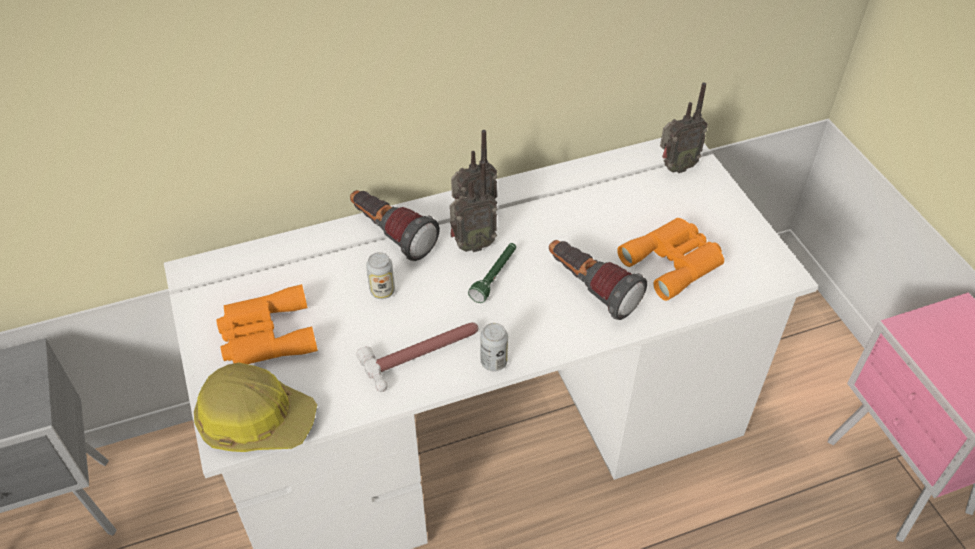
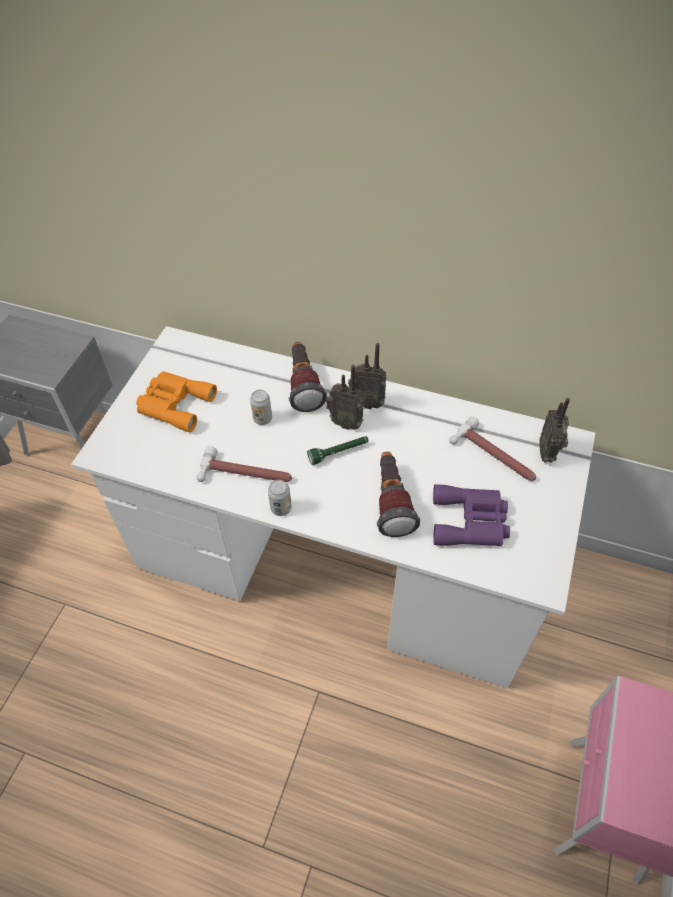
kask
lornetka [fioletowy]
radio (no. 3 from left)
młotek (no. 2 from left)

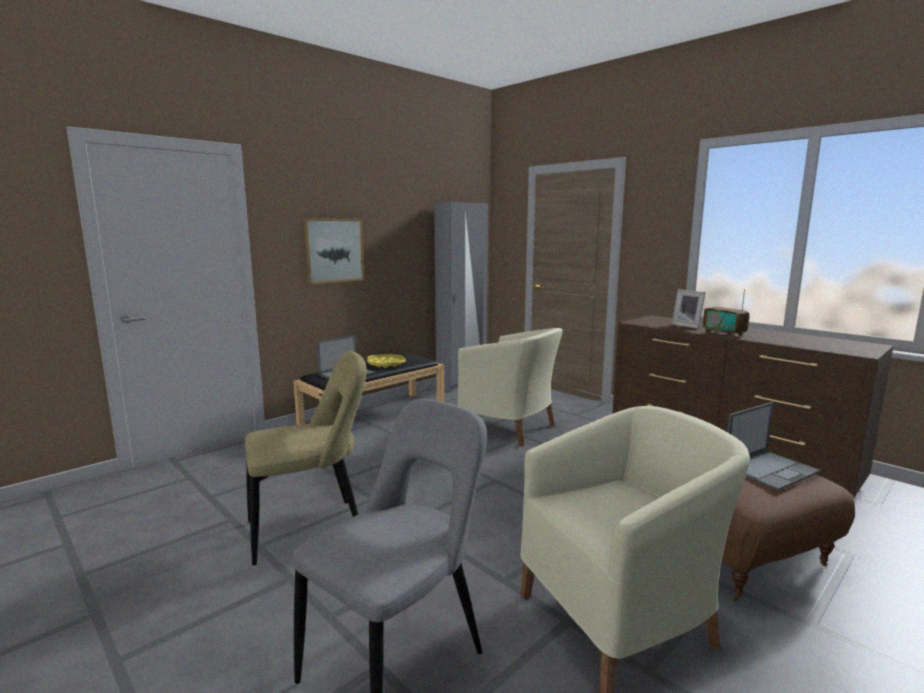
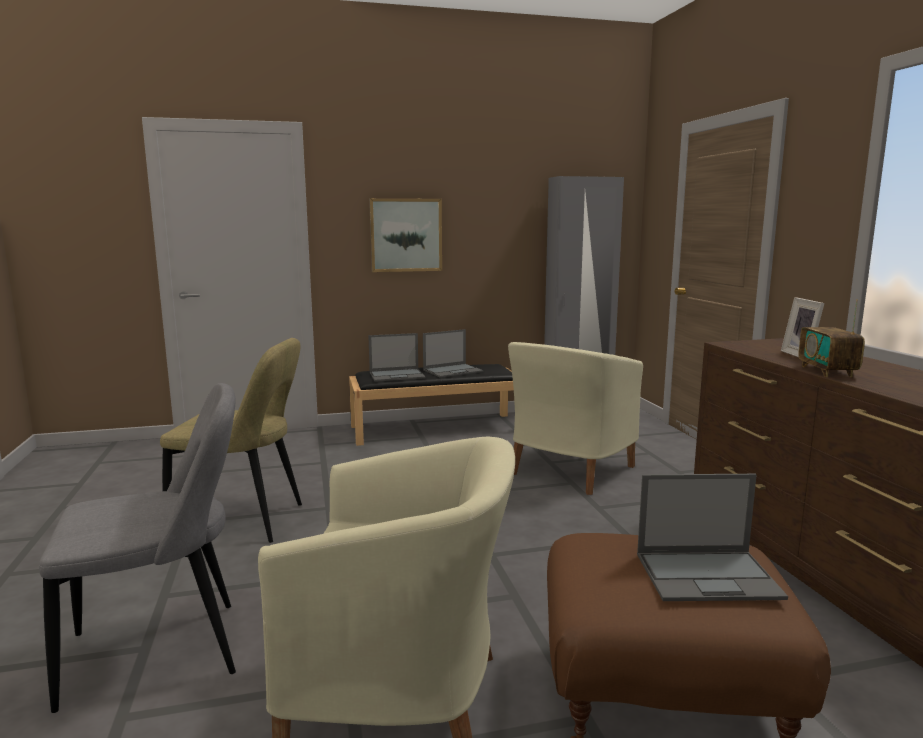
laptop (no. 2 from left)
fotel [beżowy] (no. 2 from left)

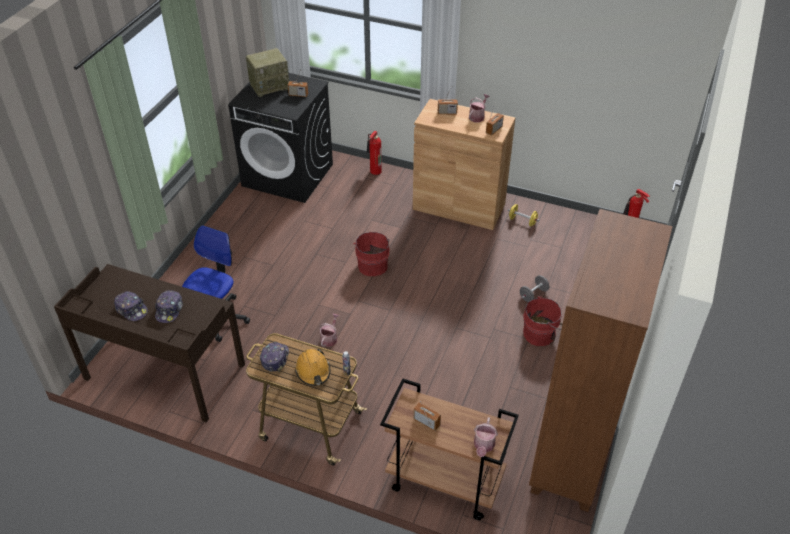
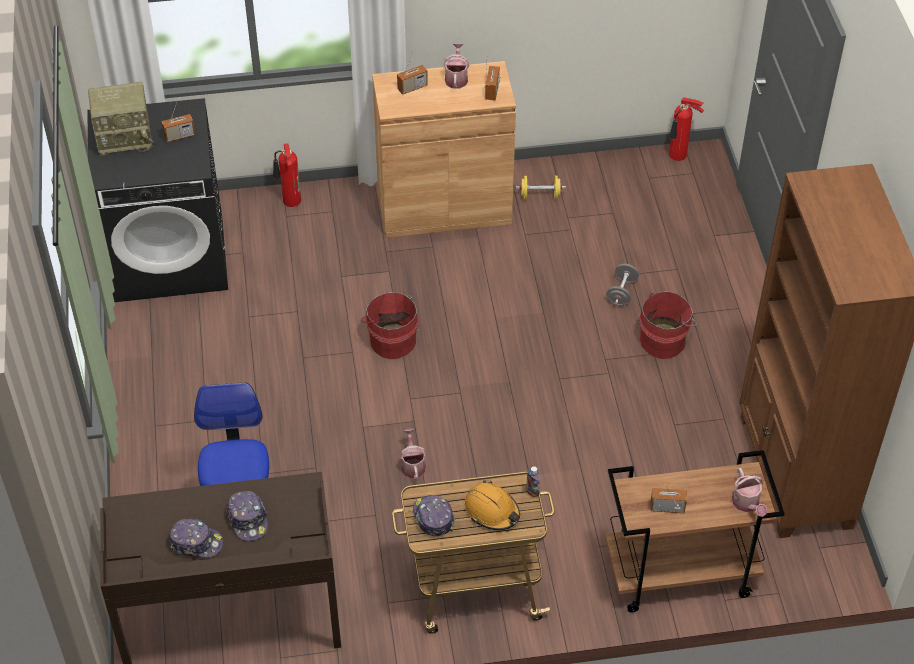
radio (no. 1 from left)

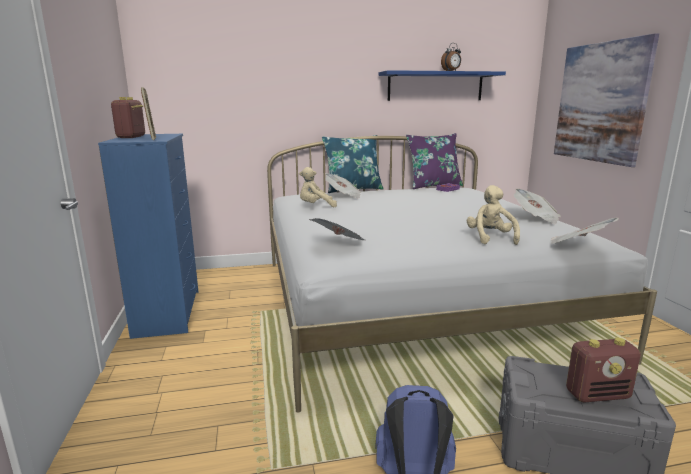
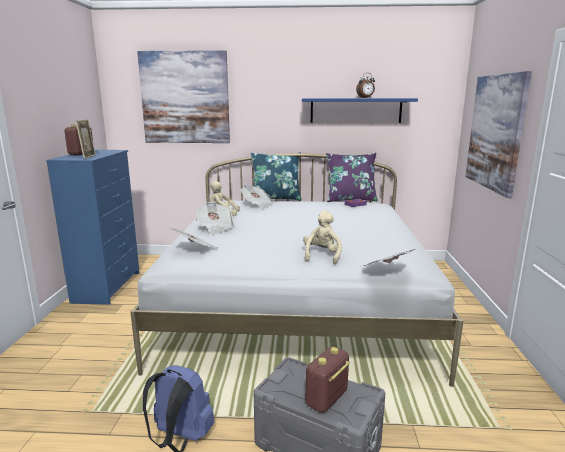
gazeta (no. 2 from left)
radio (no. 2 from left)
obraz (no. 1 from left)

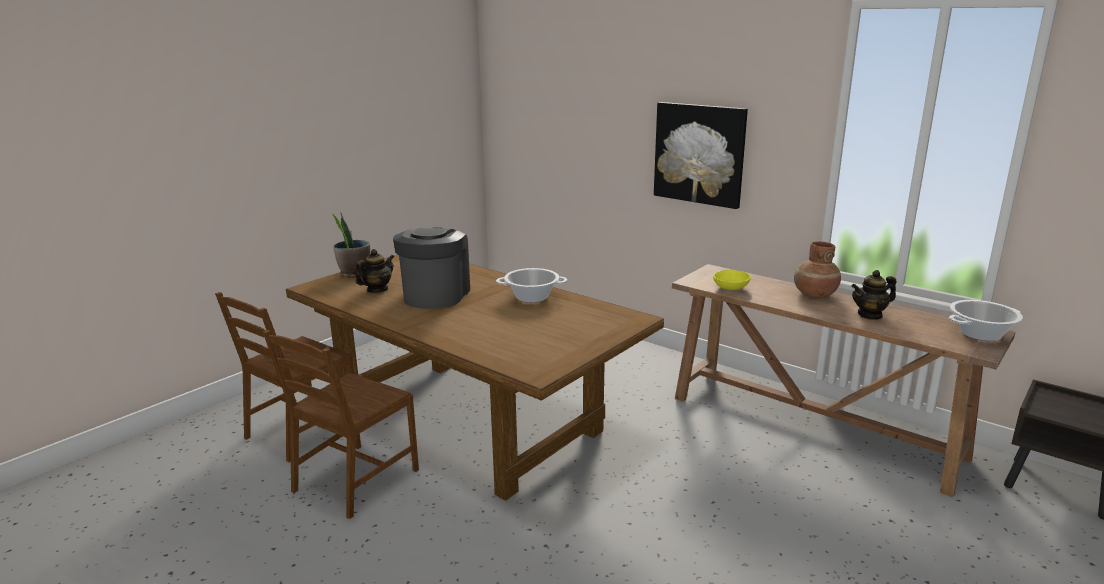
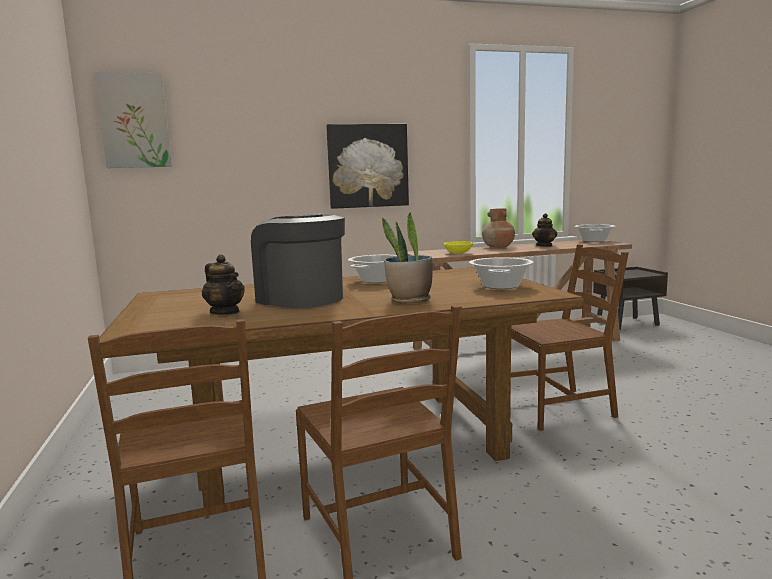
roślina doniczkowa
imbryk (no. 1 from left)
obraz (no. 1 from left)
garnek (no. 2 from left)
krzesło [brązowy] (no. 3 from left)

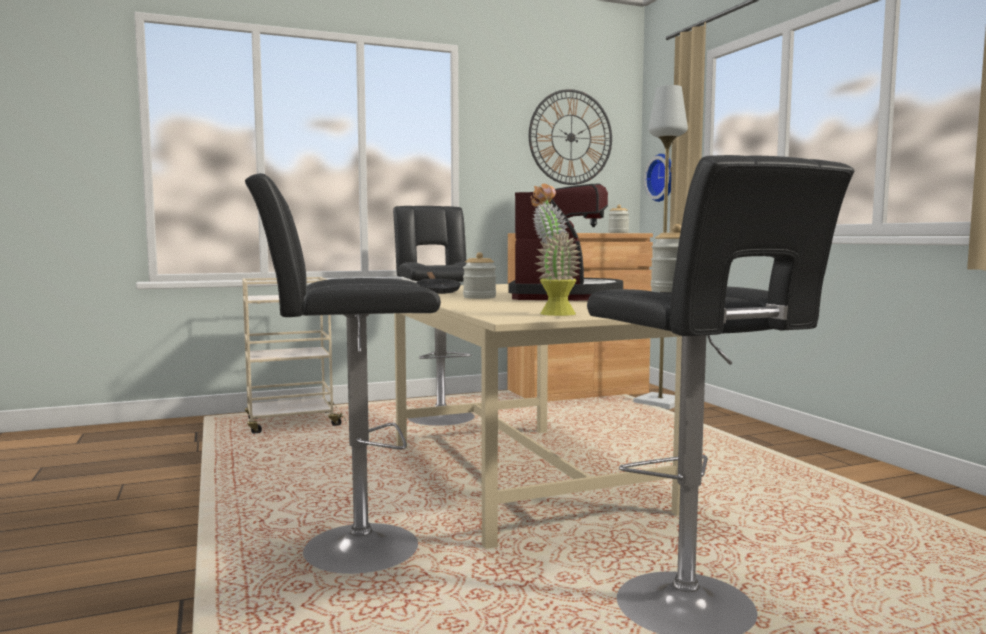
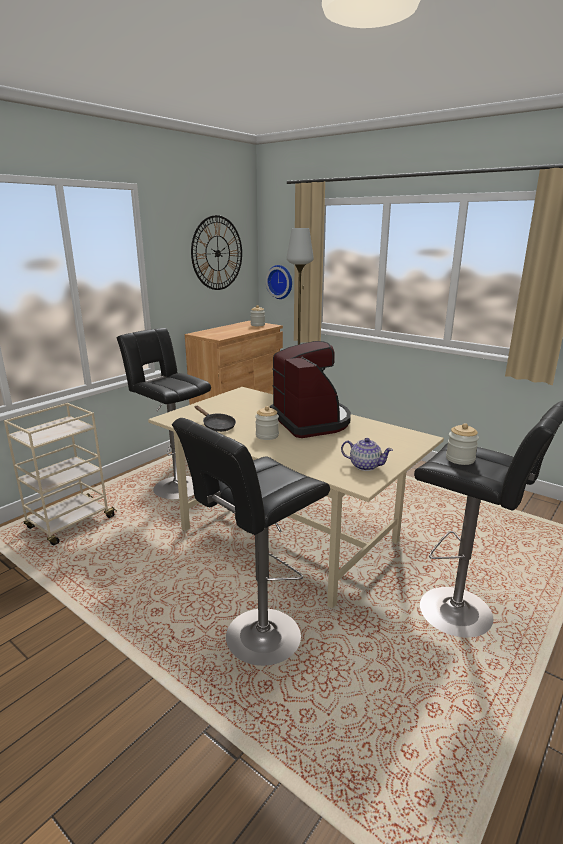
imbryk

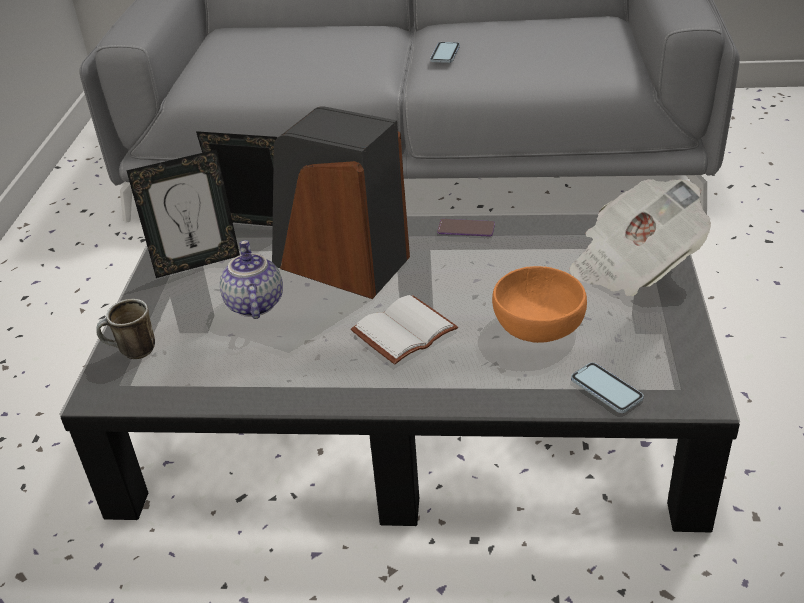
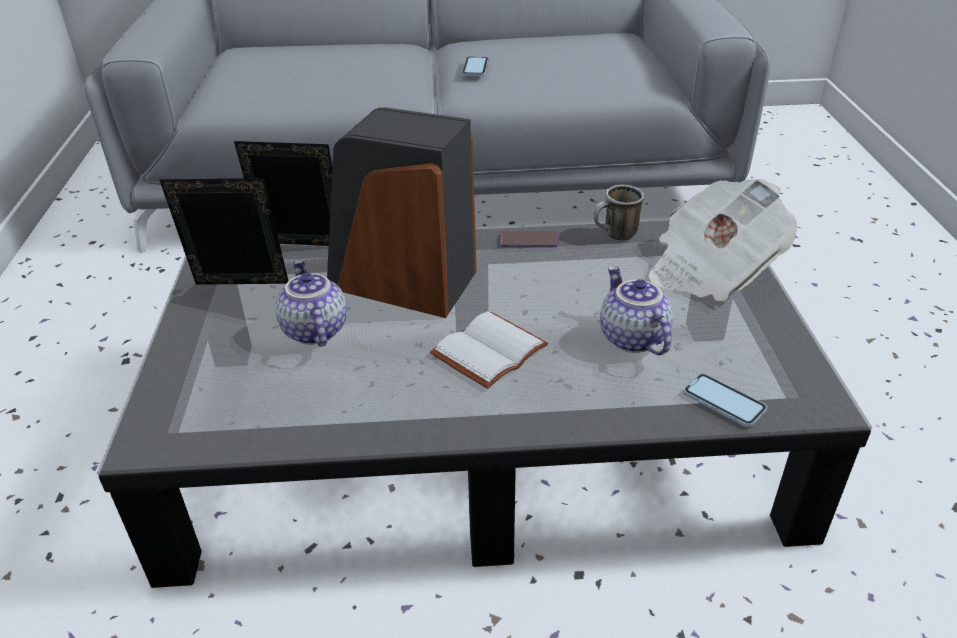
kubek
ramka na zdjęcie (no. 1 from left)
imbryk (no. 2 from left)

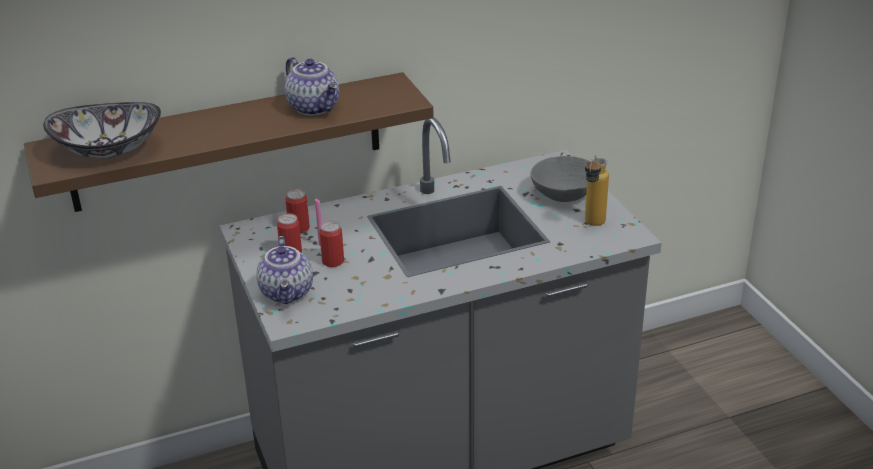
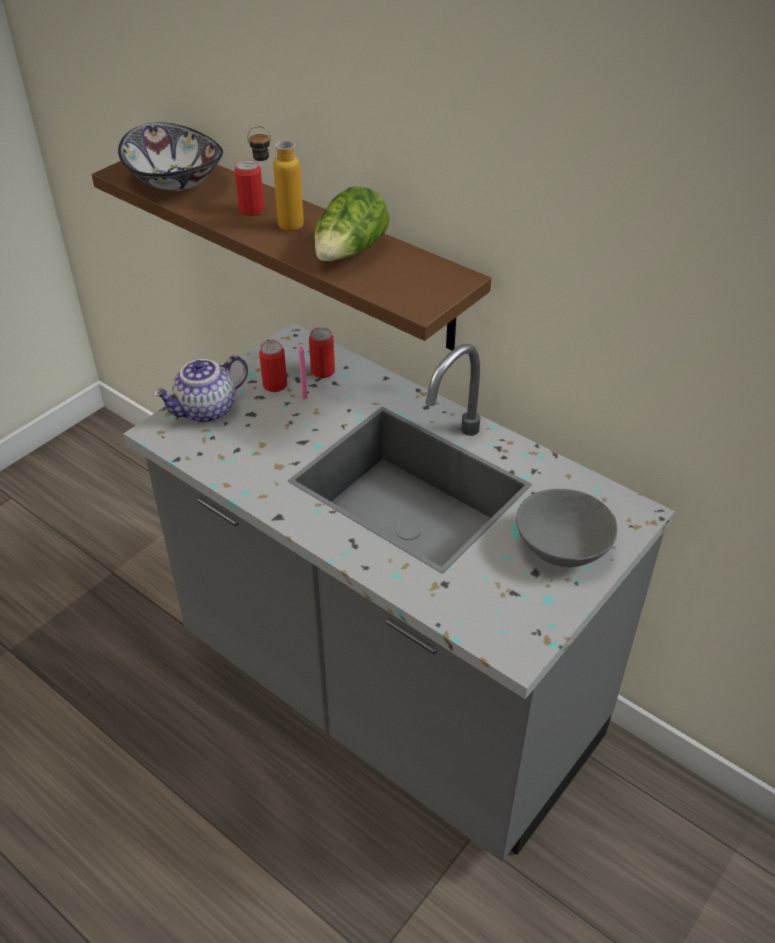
sałata
puszka (no. 1 from left)
butelka

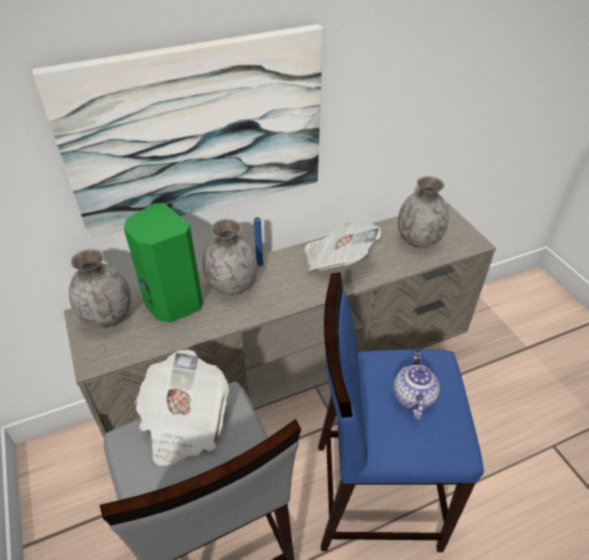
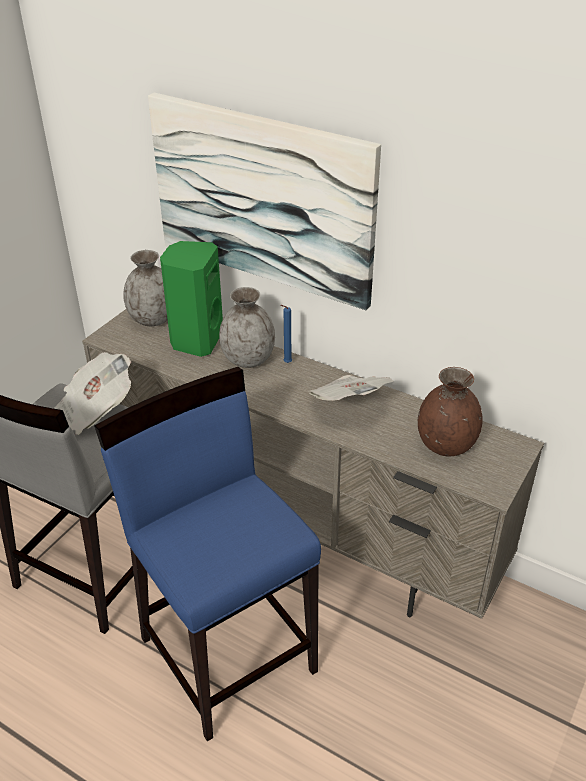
imbryk
wazon [brązowy]

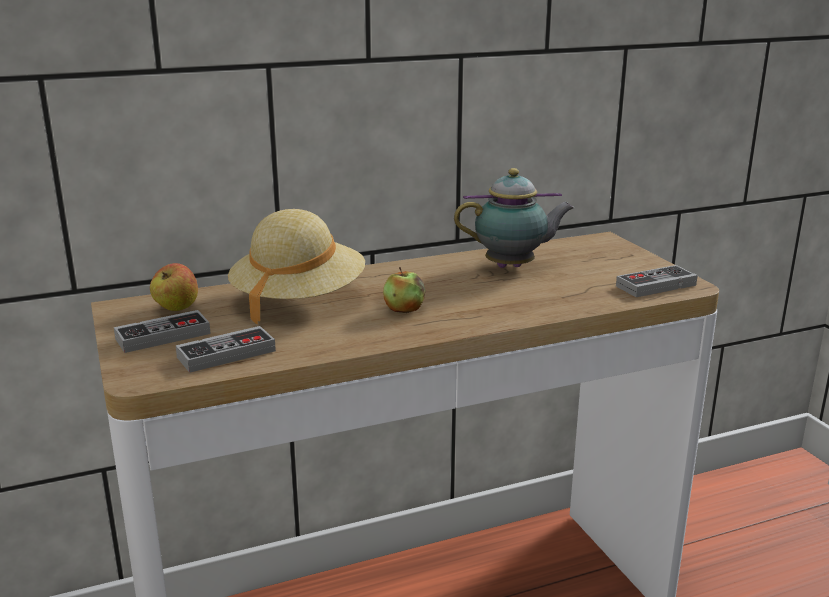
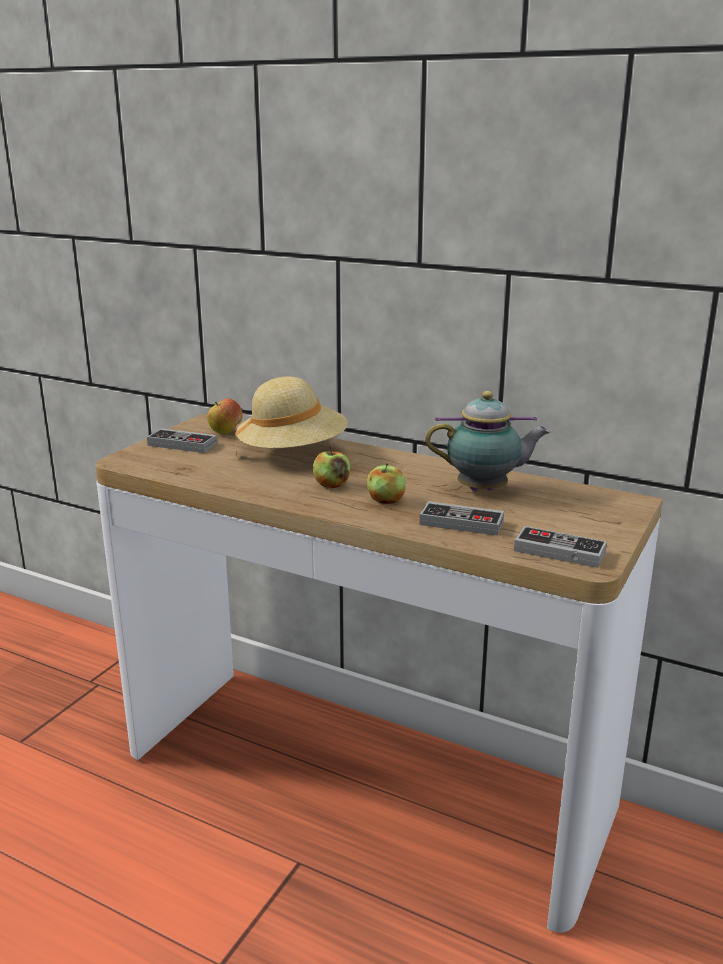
pad do gier (no. 2 from left)
imbryk
jabłko (no. 3 from left)

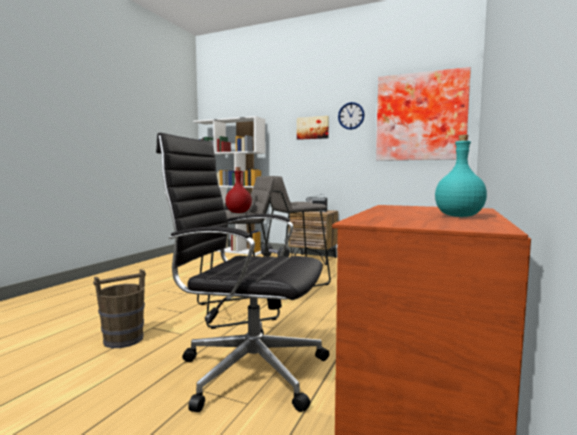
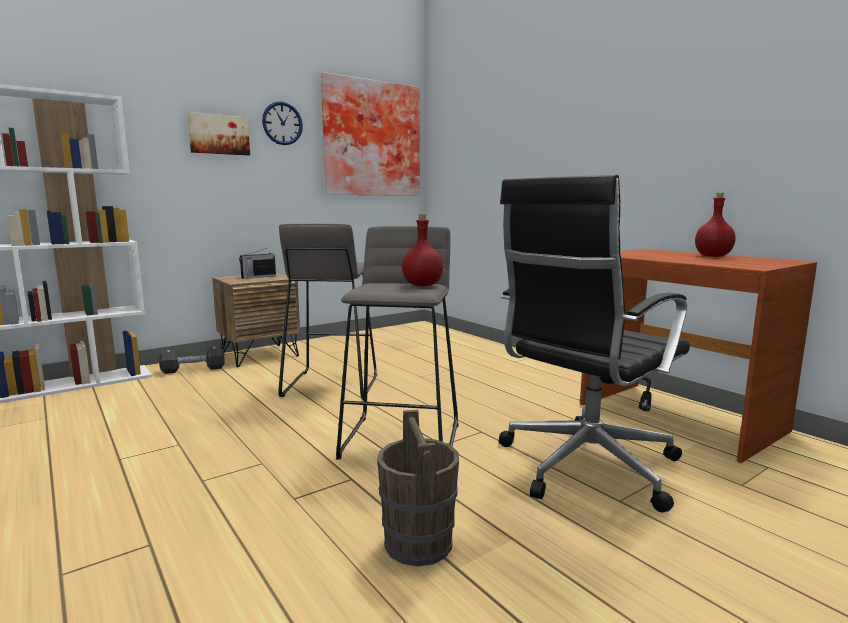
butelka [czerwony] (no. 2 from left)

